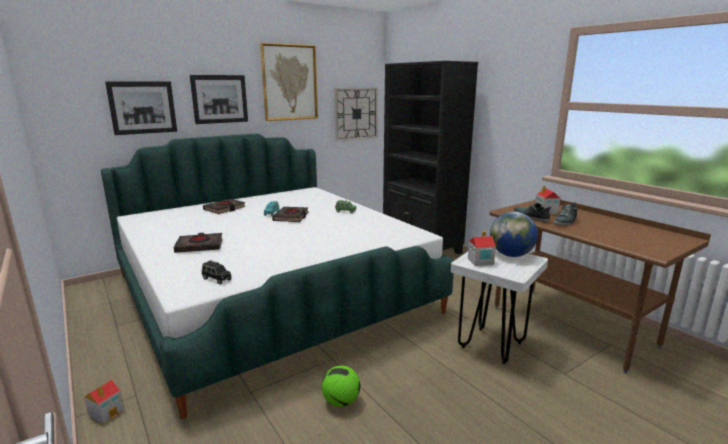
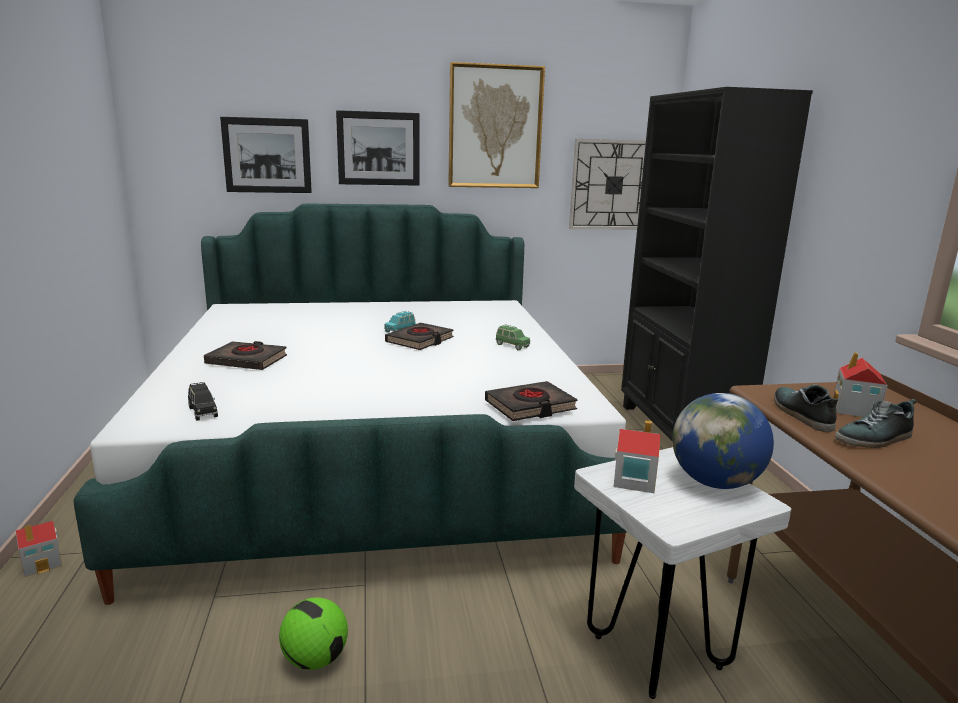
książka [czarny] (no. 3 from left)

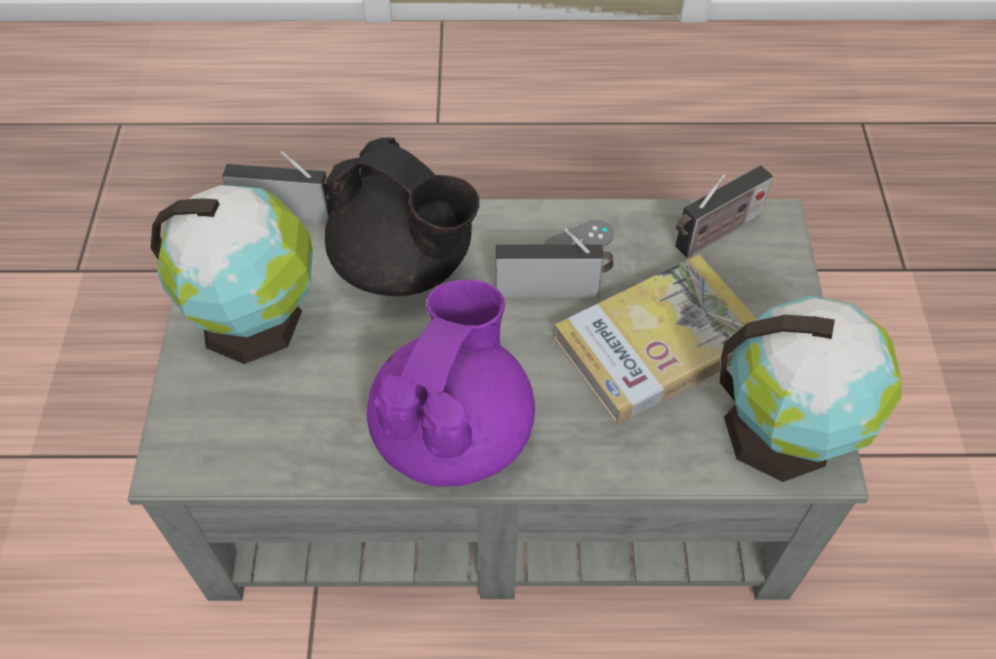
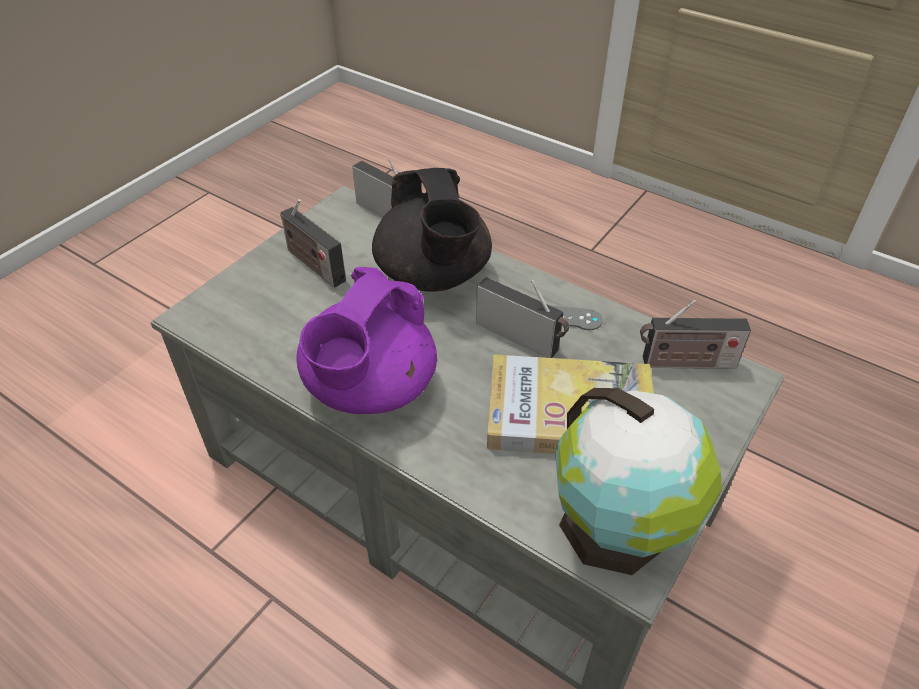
radio (no. 1 from left)
imbryk [fioletowy]

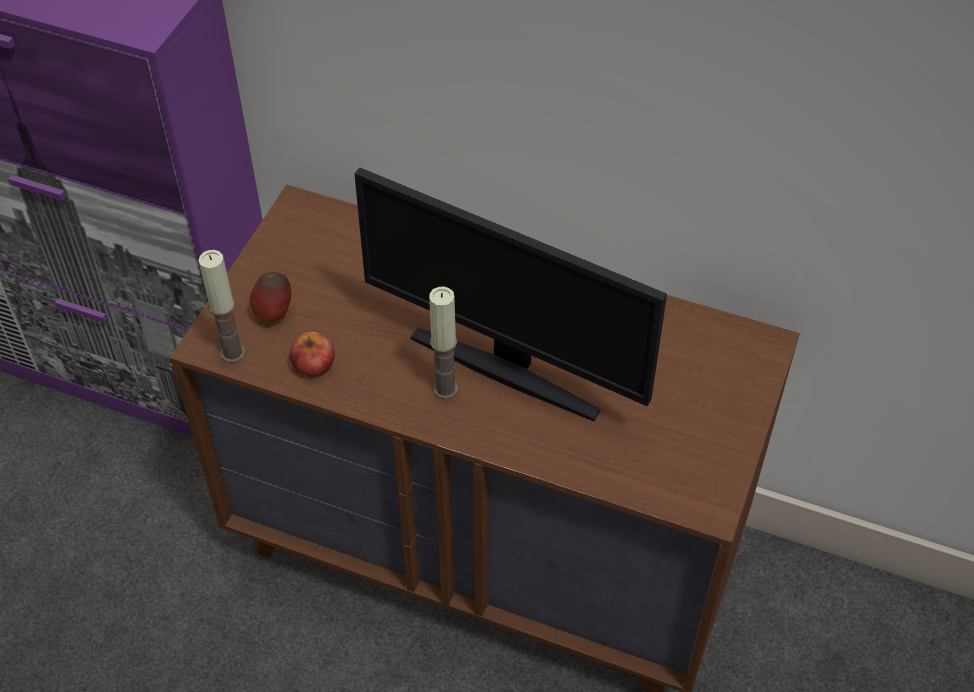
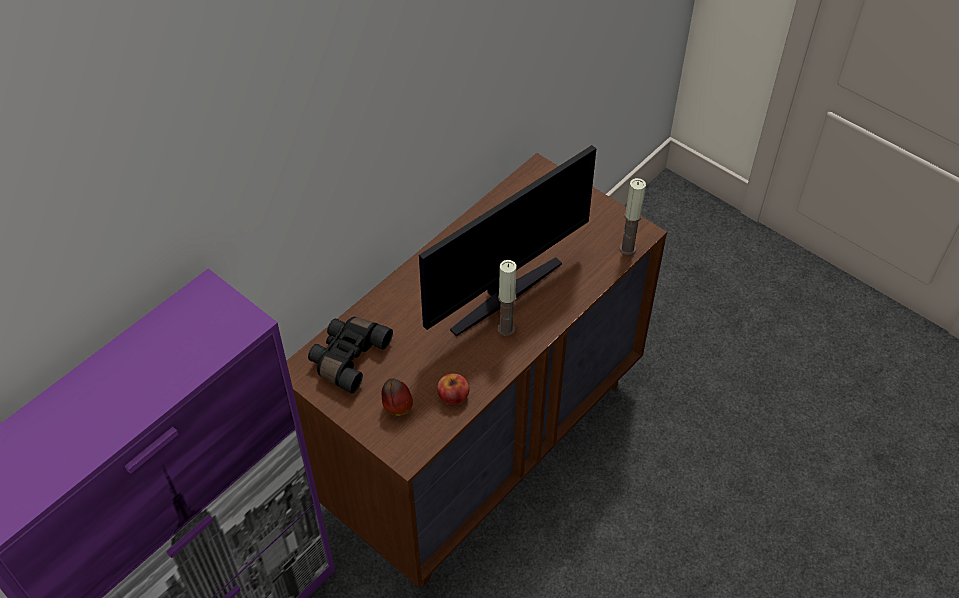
świeca (no. 2 from left)
lornetka [czarny]

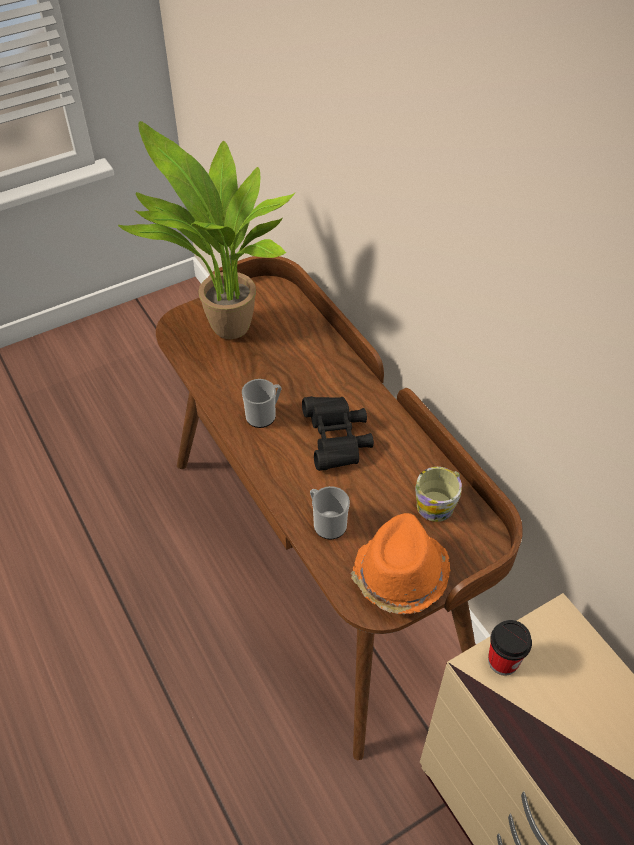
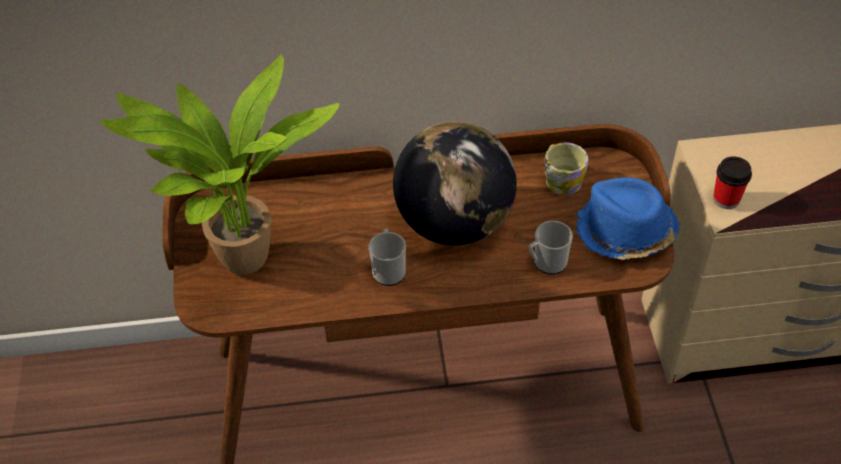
globus
kapelusz [niebieski]

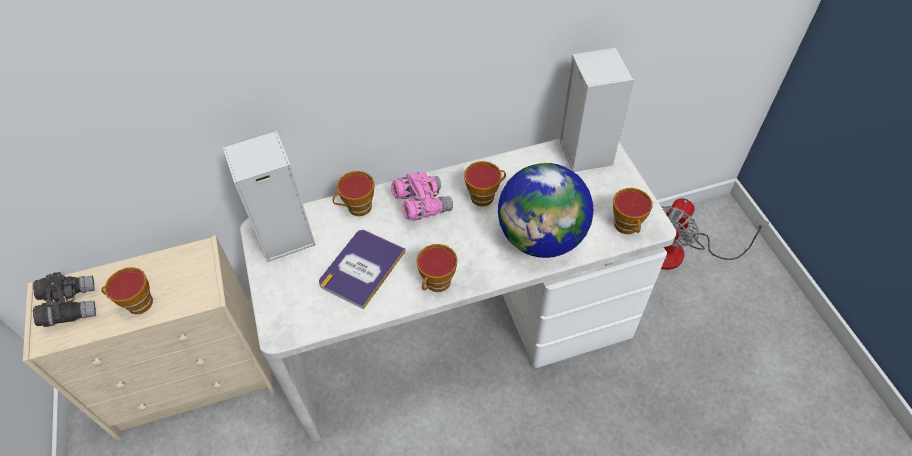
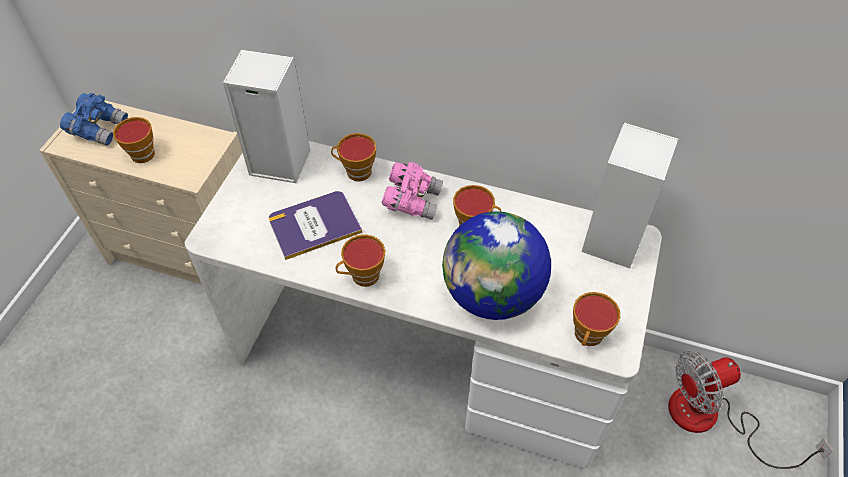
lornetka [niebieski]

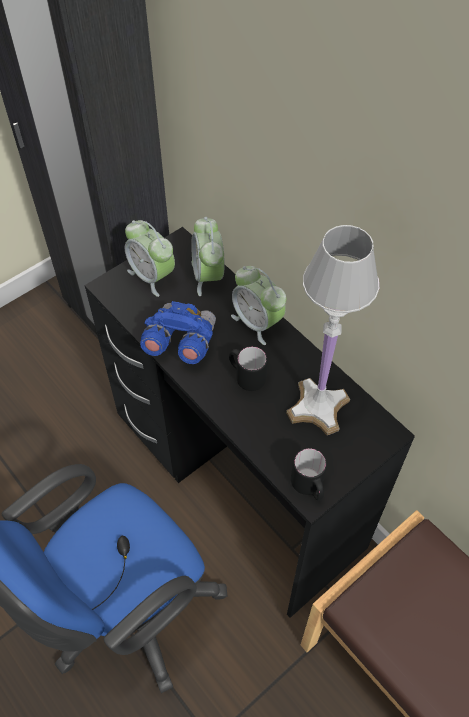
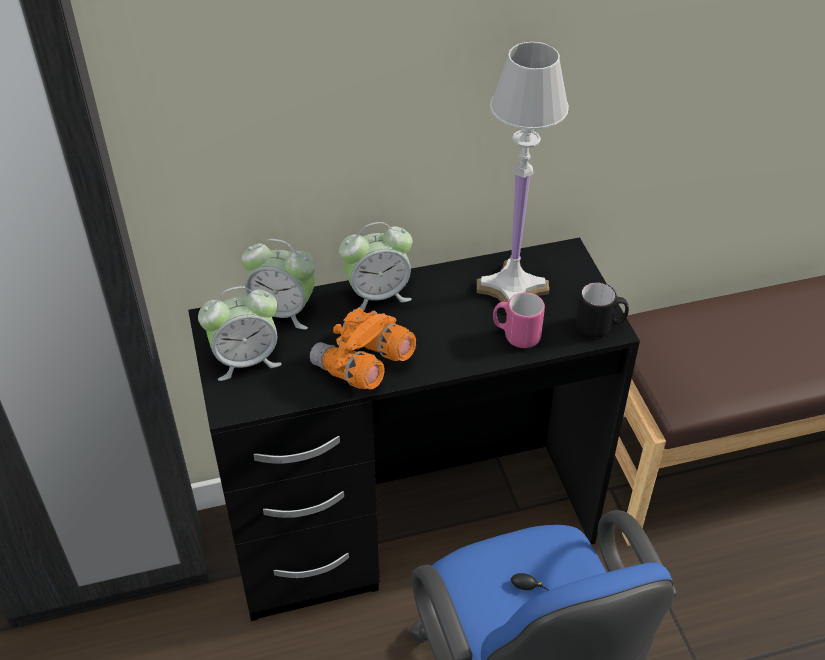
lornetka [pomarańczowy]
kubek [czarny] (no. 1 from left in the first image)
kubek [różowy]

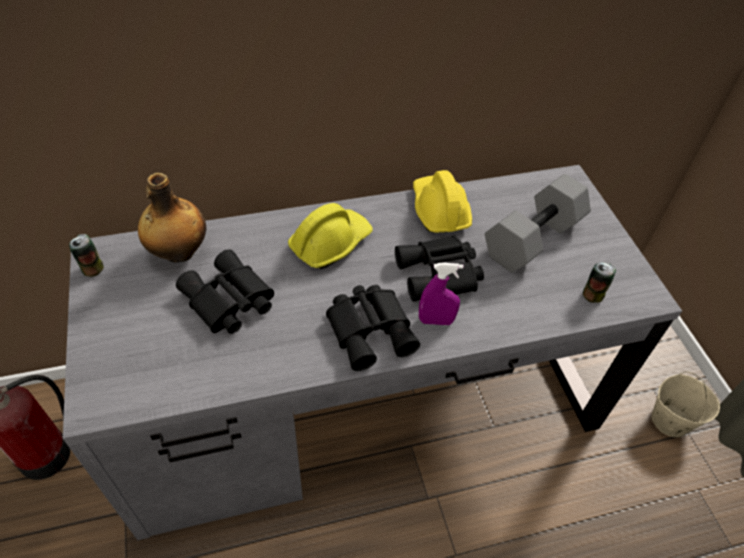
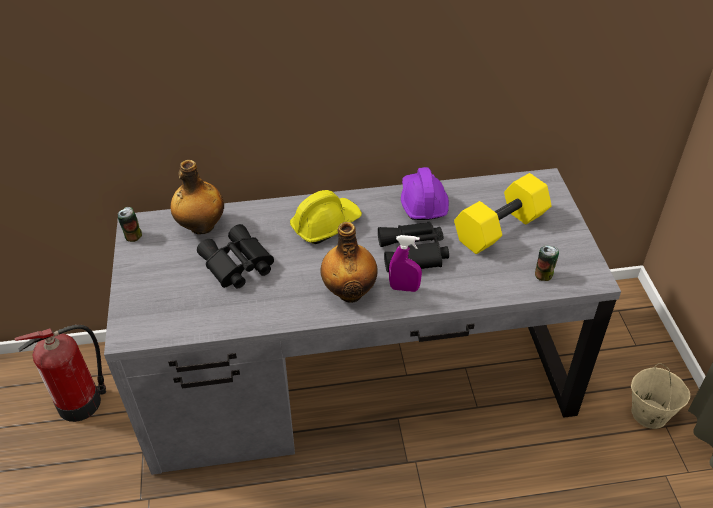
butelka (no. 2 from left)
kask [fioletowy]
hantel [żółty]

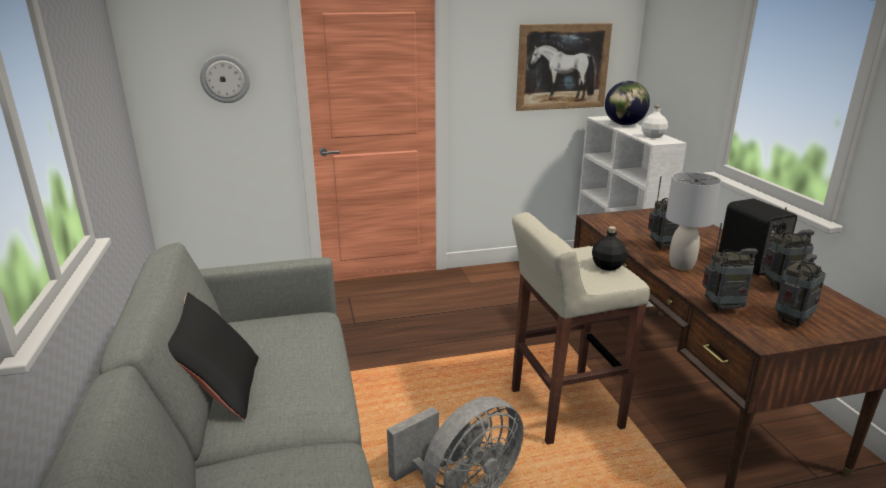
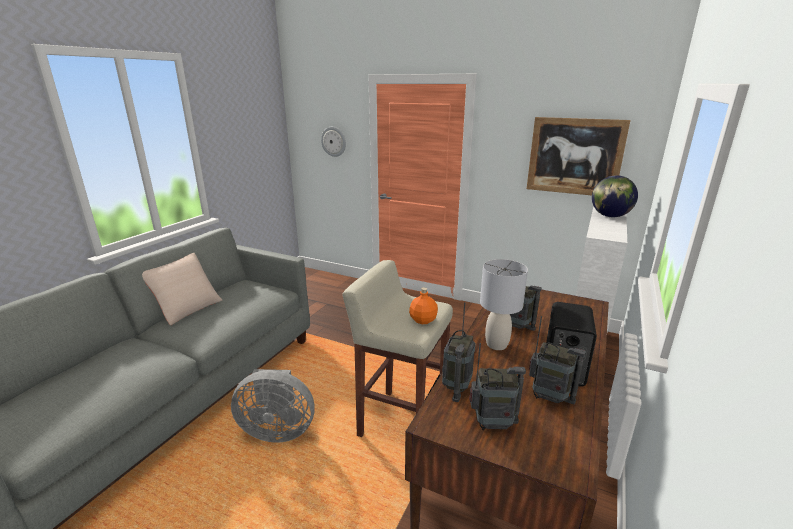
poduszka [beżowy]
butelka [pomarańczowy]
butelka [biały]
radio (no. 1 from left)

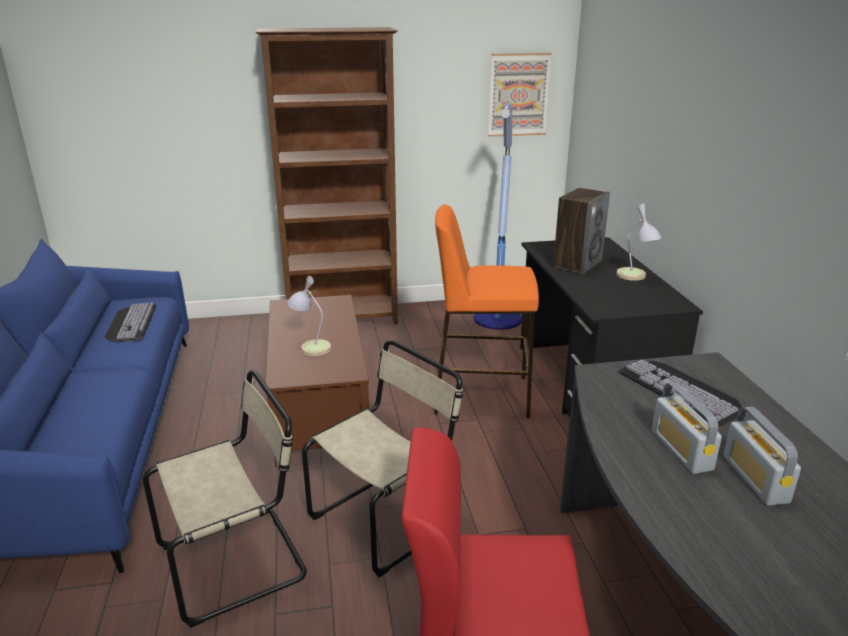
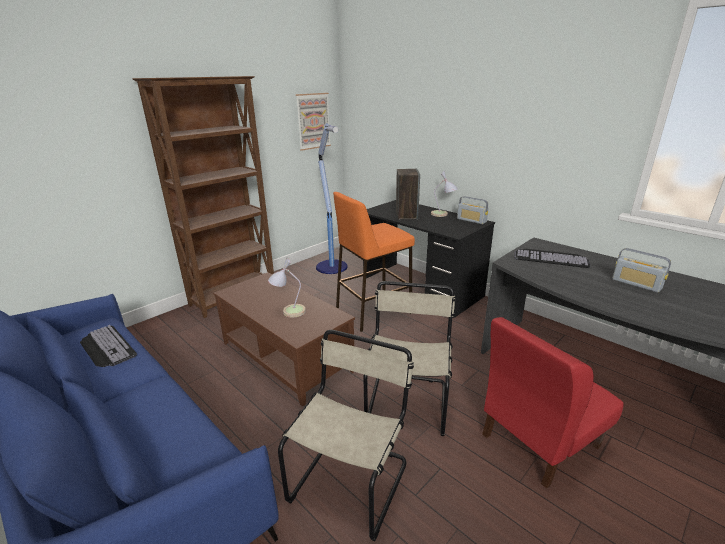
radio (no. 1 from left)

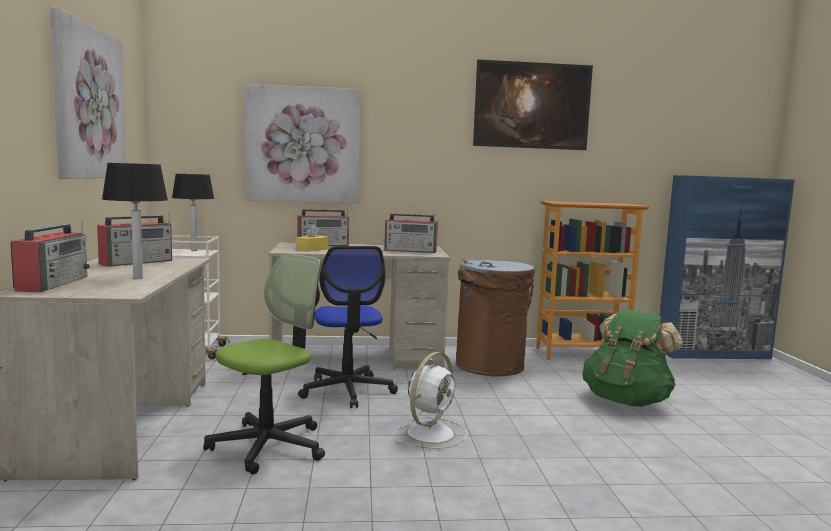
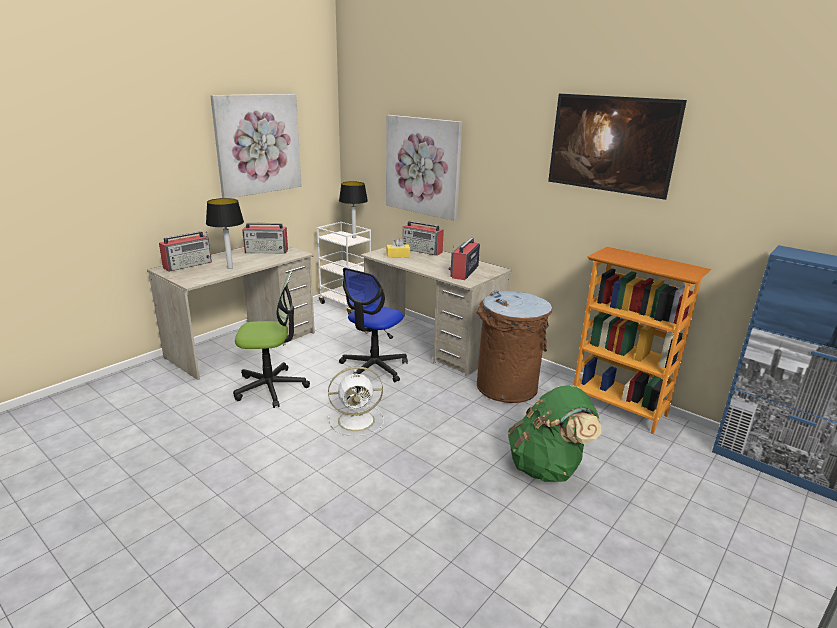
radio (no. 4 from left)

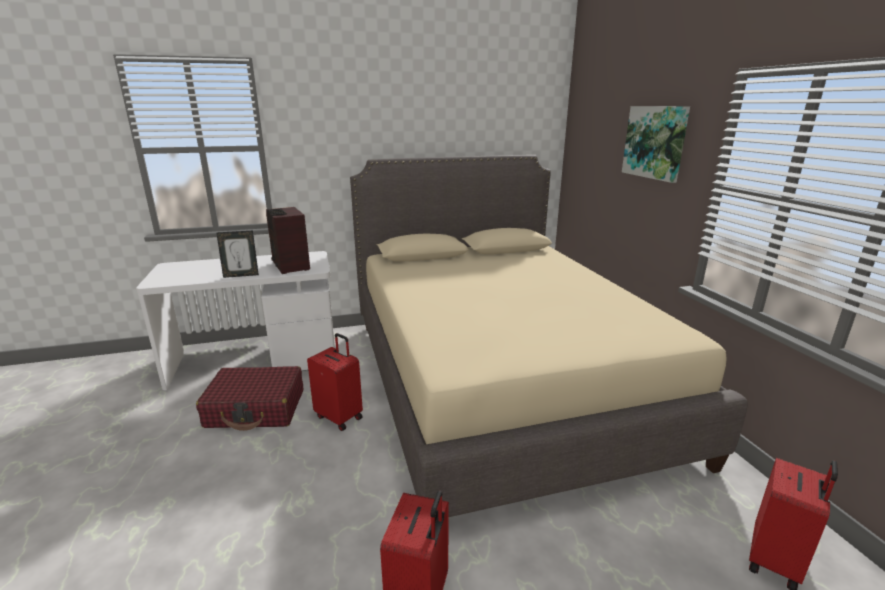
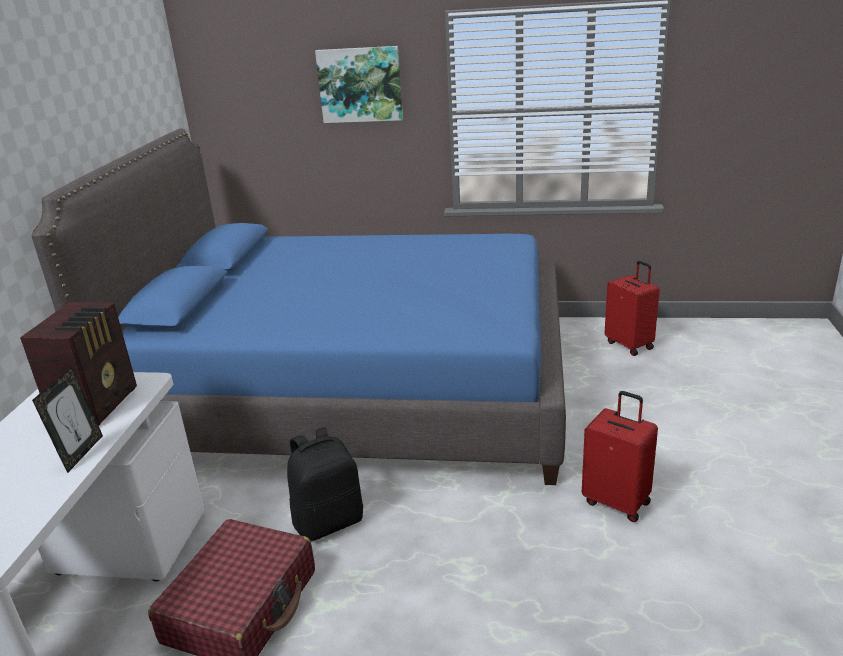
radio
plecak [czarny]
łóżko [niebieski]

